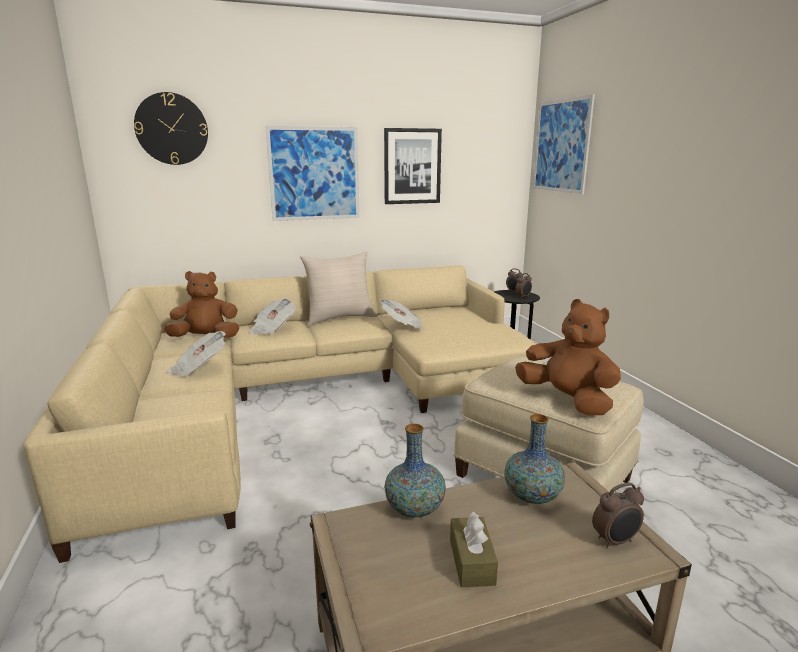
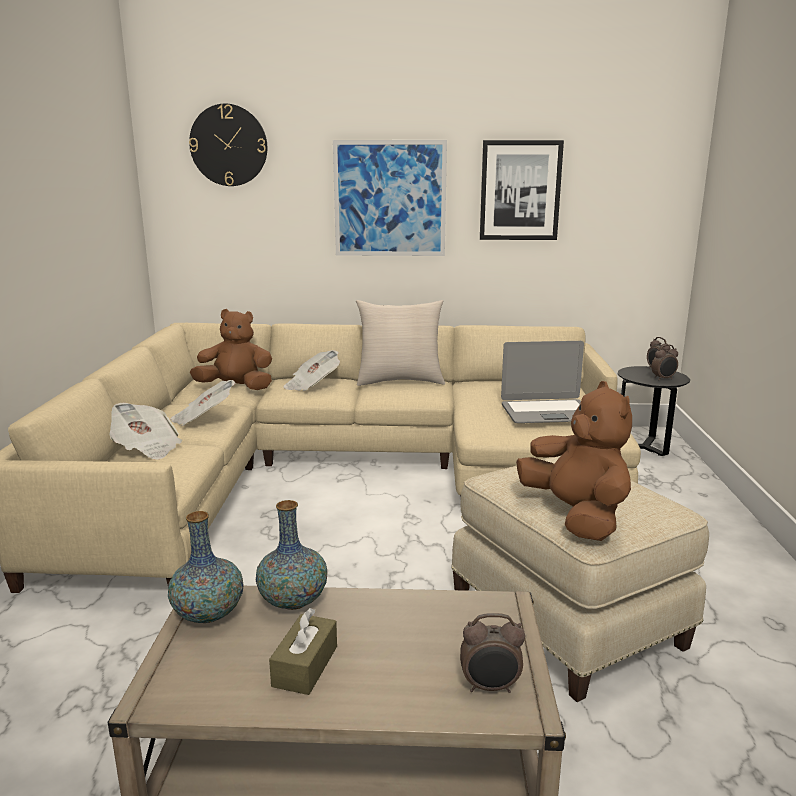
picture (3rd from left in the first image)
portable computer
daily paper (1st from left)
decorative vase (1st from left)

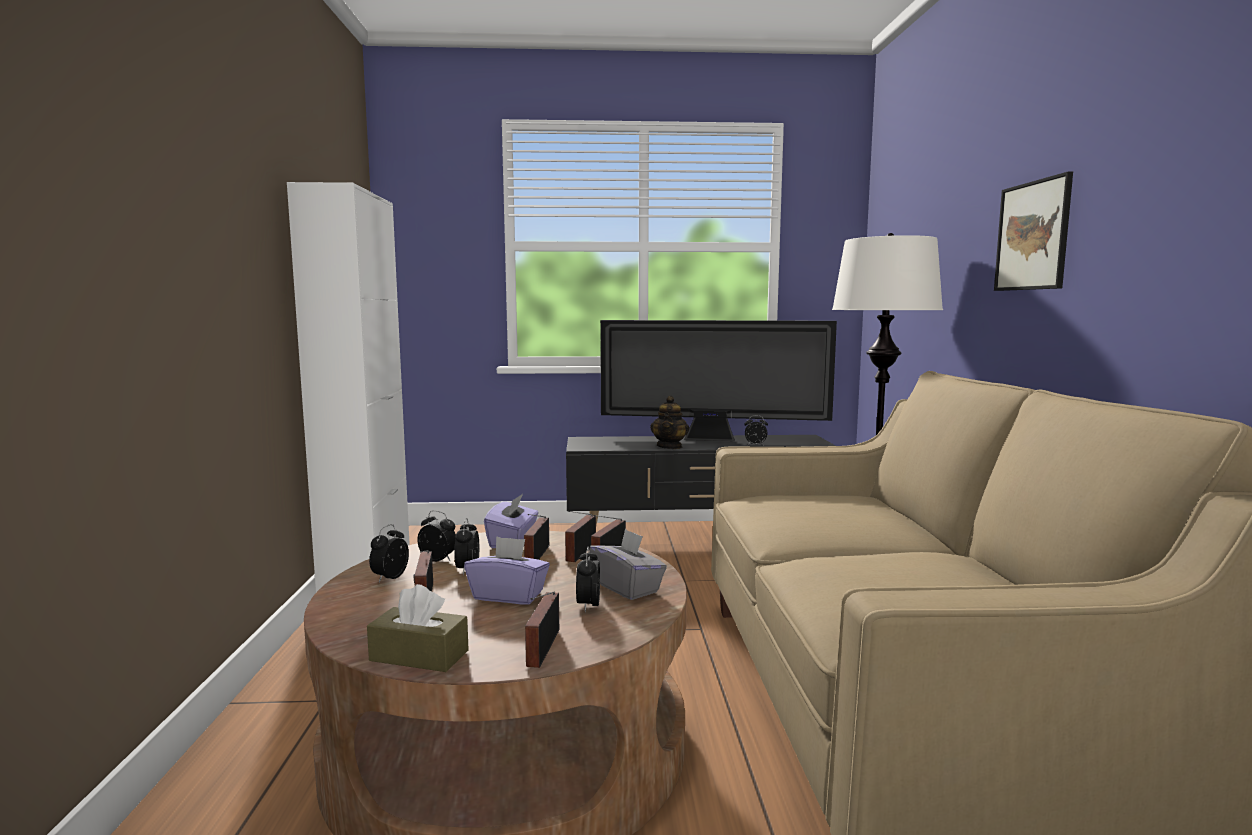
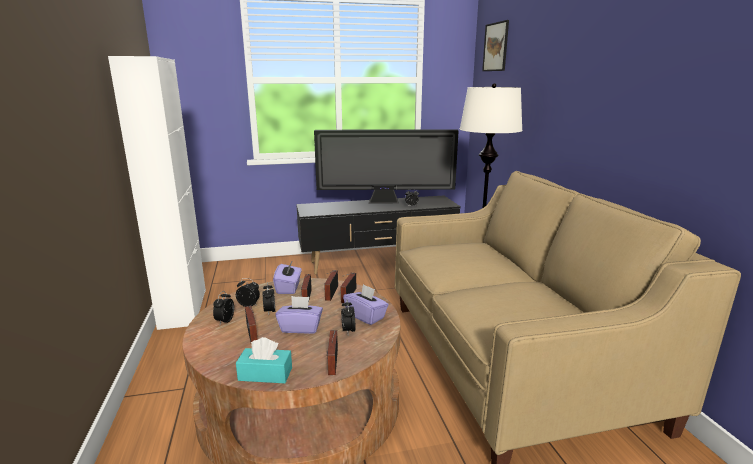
pot for tea
picture
turquoise tissue box
purplish tissue box (3rd from left)

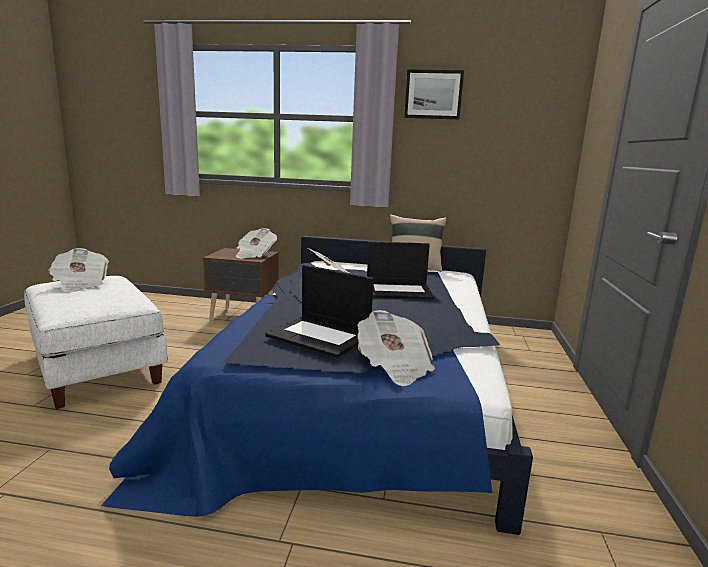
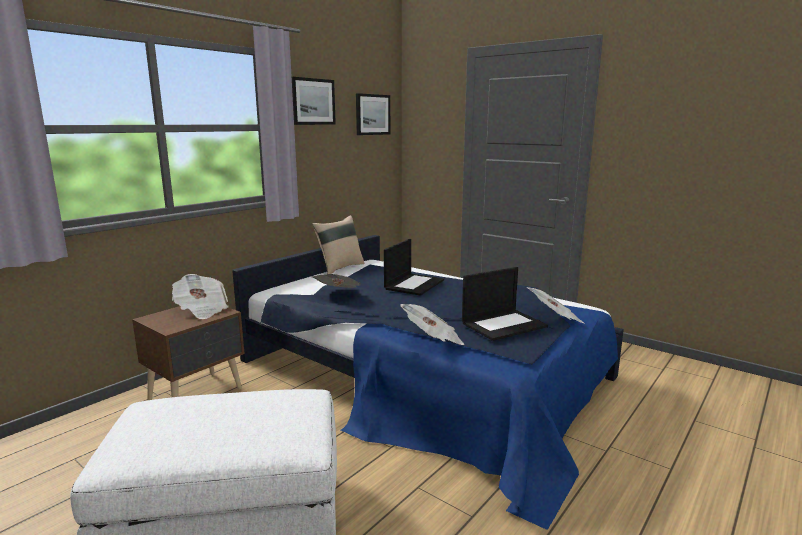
picture (2nd from left)
daily paper (3rd from left)

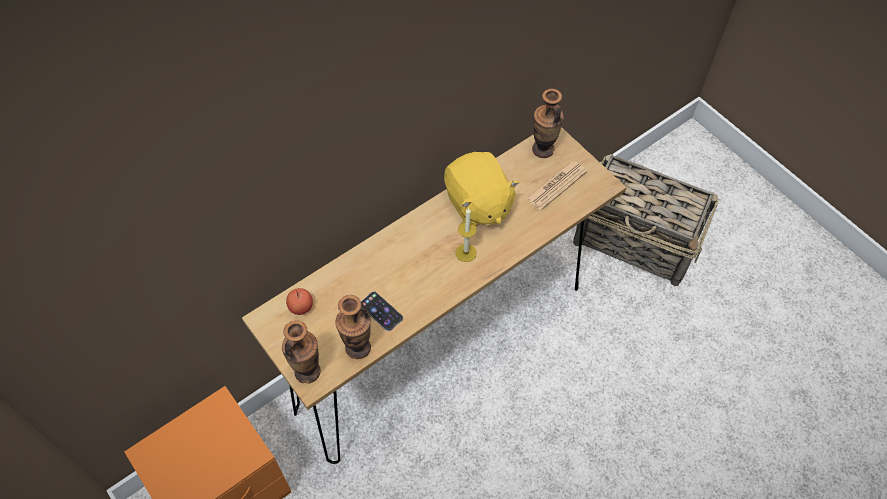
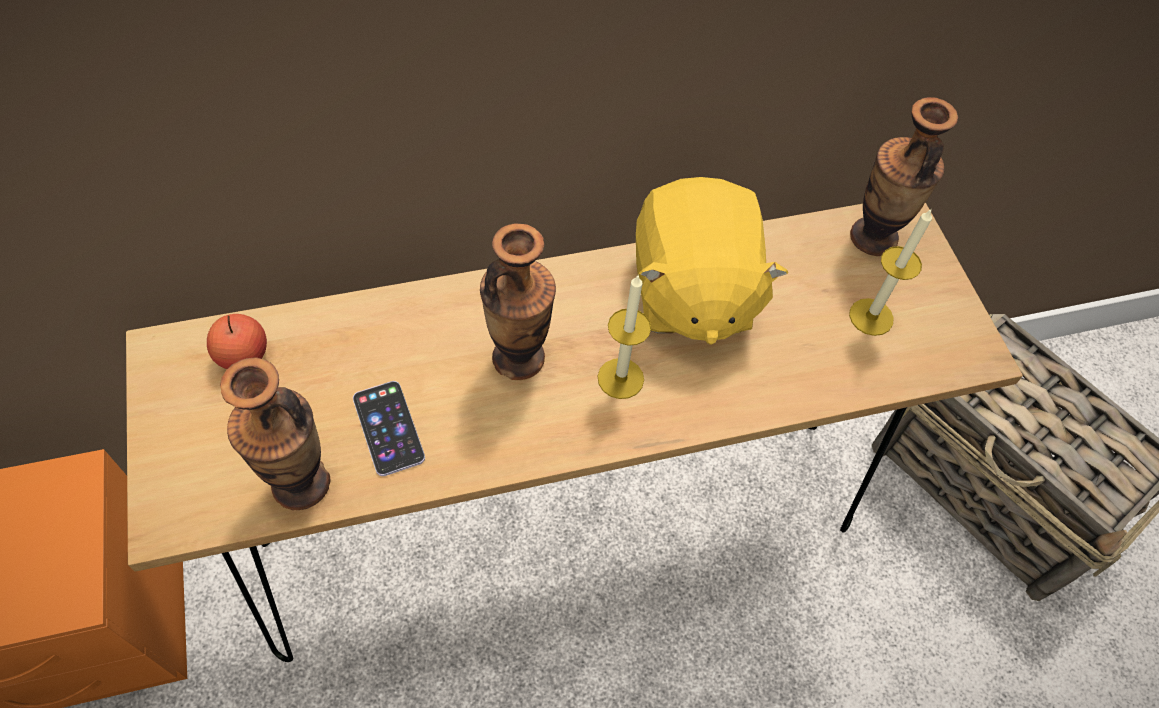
decorative vase (2nd from left)
wax candle (2nd from left)

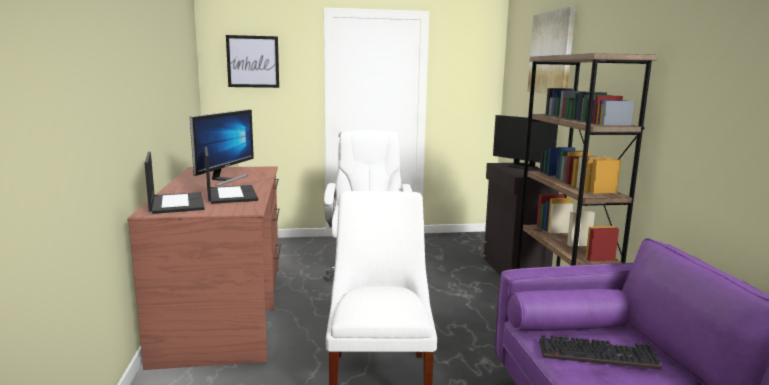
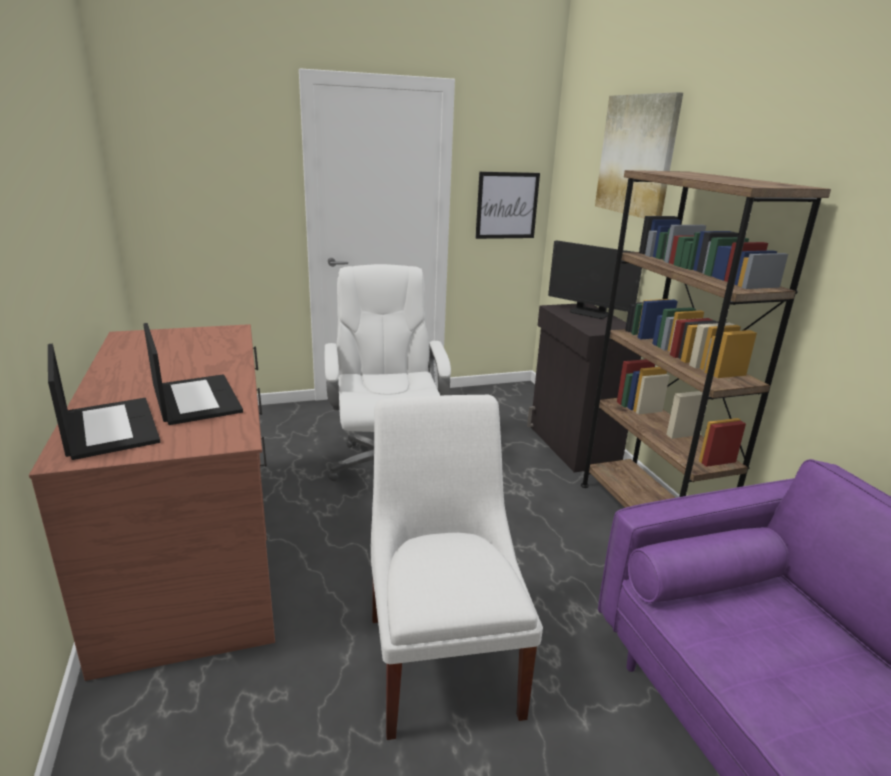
computer display (1st from left in the first image)
computer keyboard
picture (1st from left)

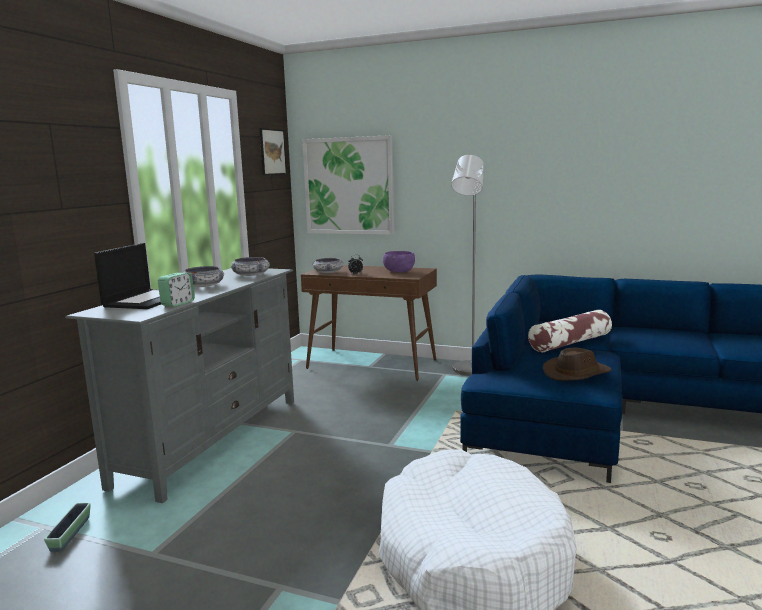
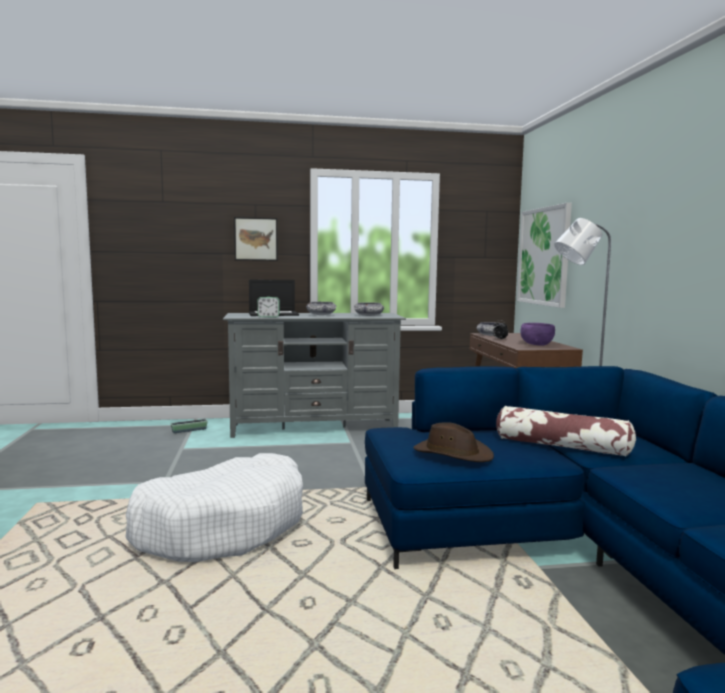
picture (1st from left)

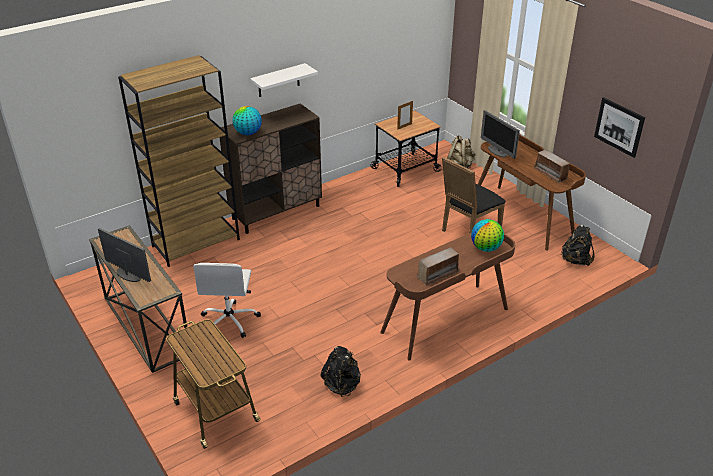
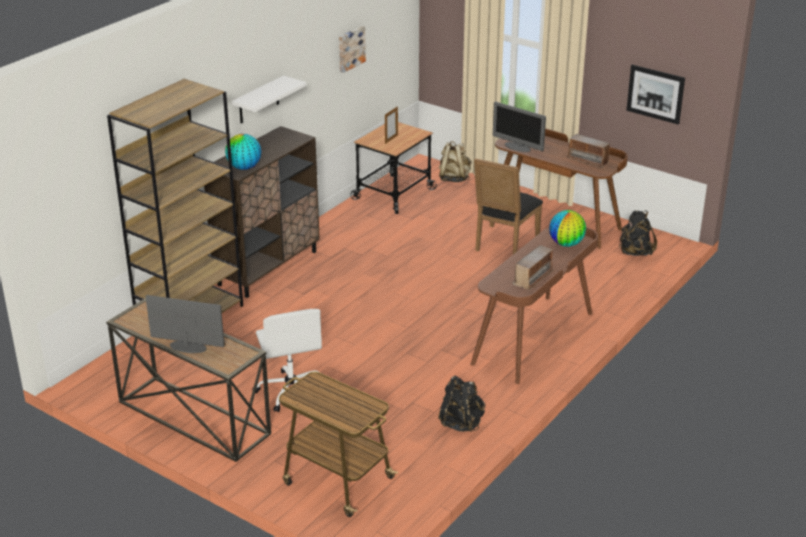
picture (1st from left)

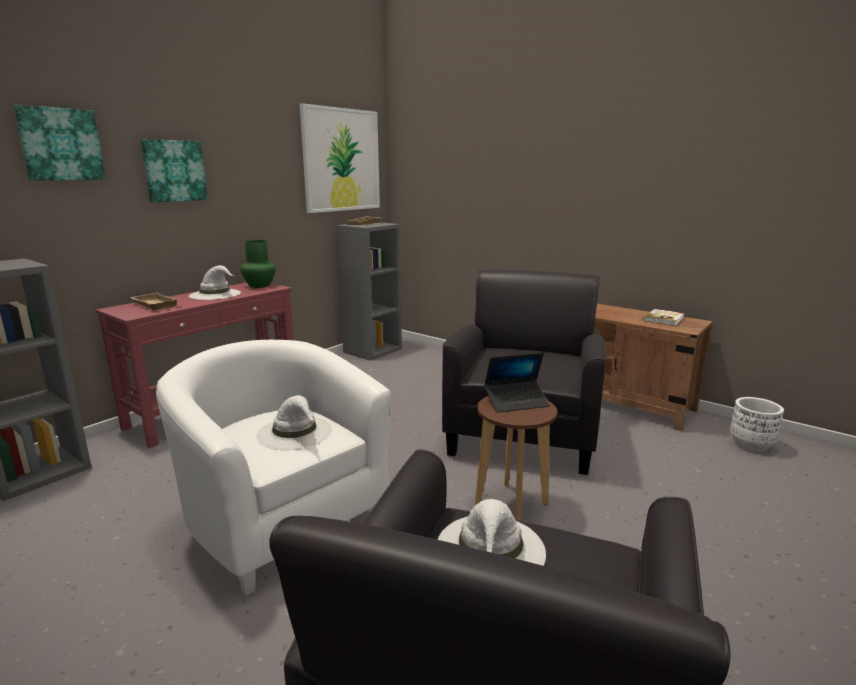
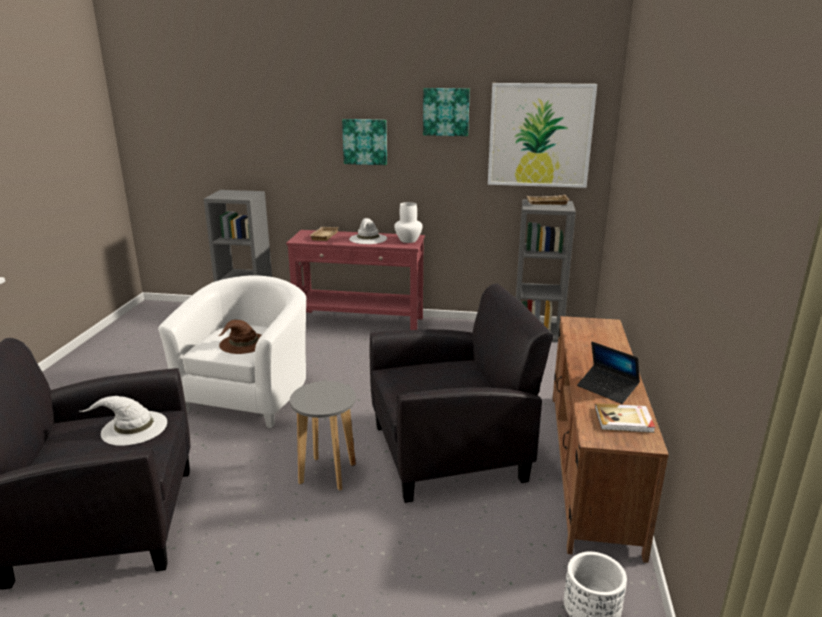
picture (2nd from left)
portable computer
white-coloured decorative vase
brown hat
grey stool seat

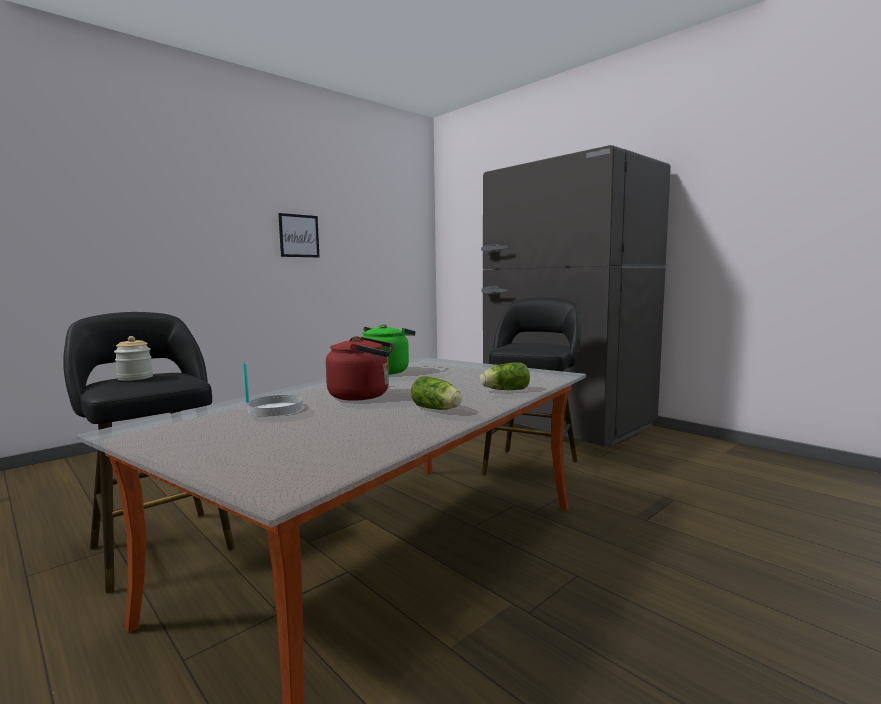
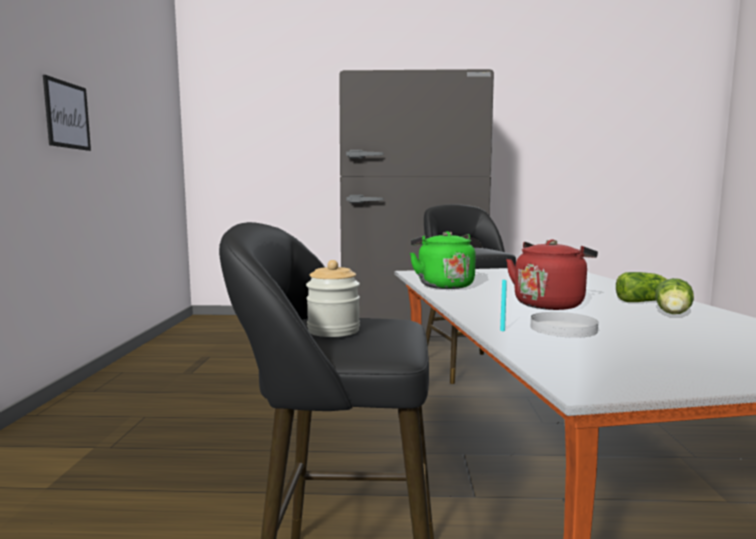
lettuce (2nd from left)

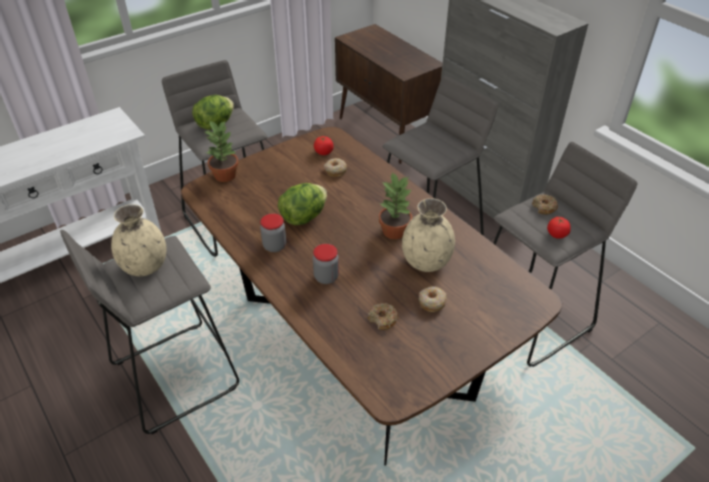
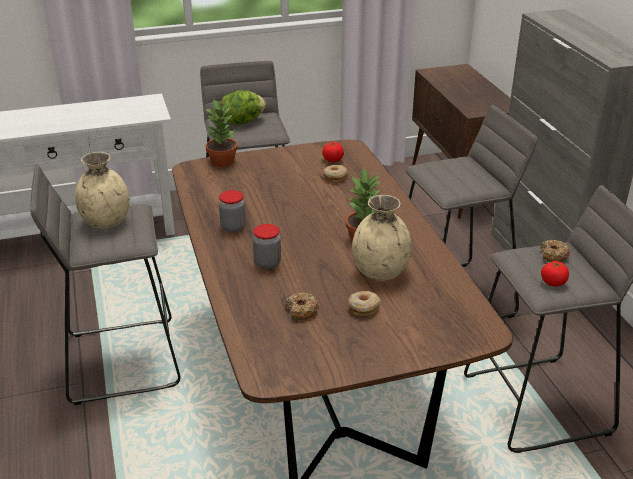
lettuce (2nd from left in the first image)

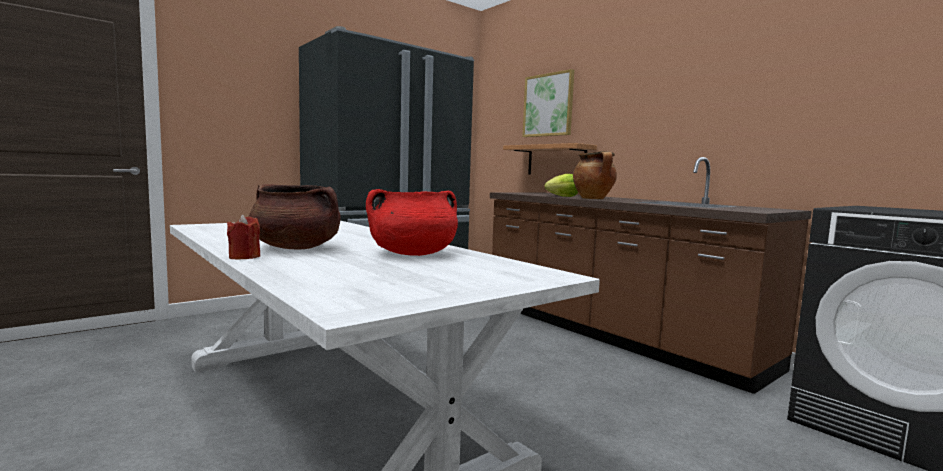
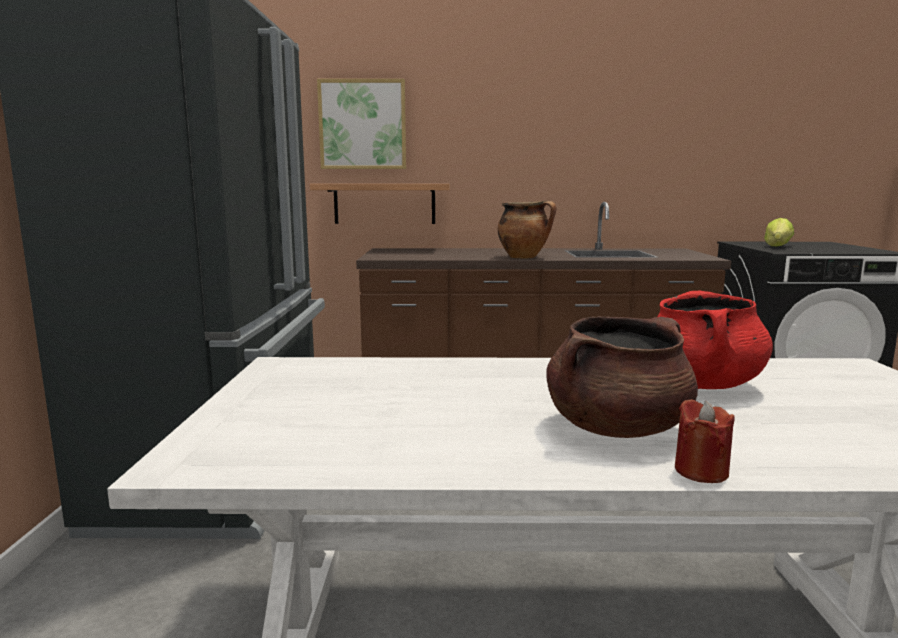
lettuce

